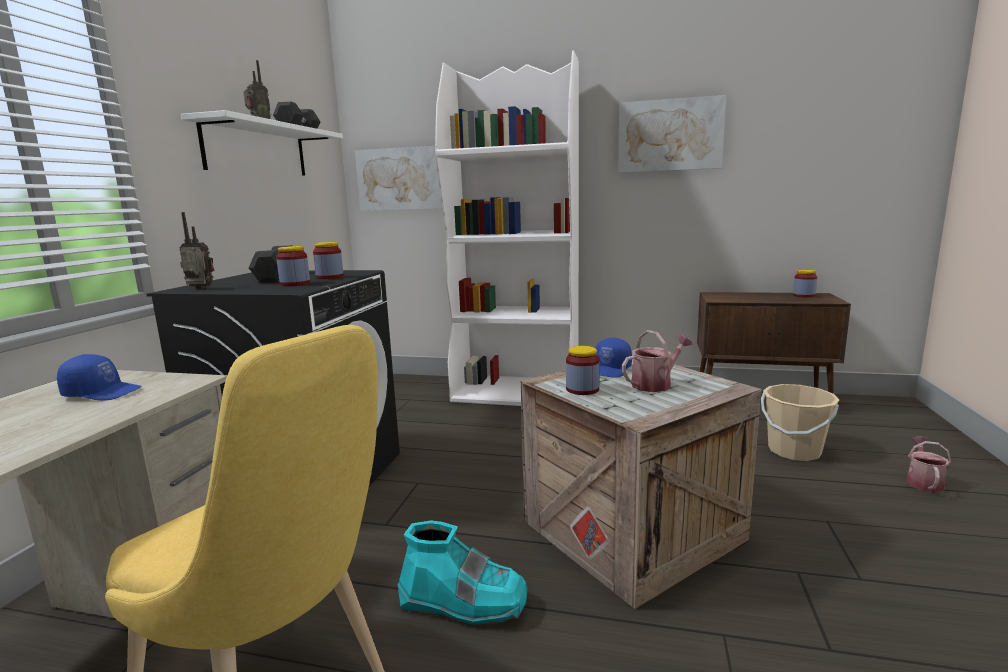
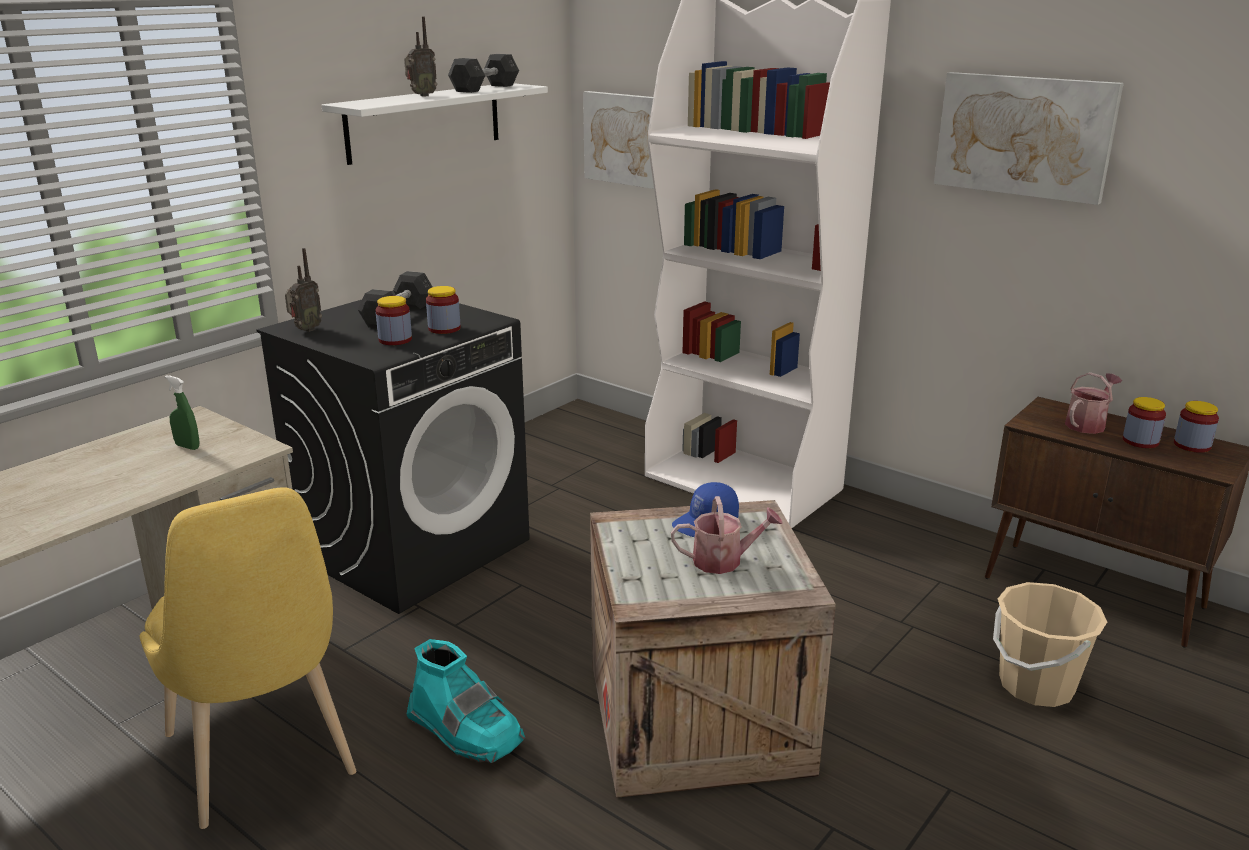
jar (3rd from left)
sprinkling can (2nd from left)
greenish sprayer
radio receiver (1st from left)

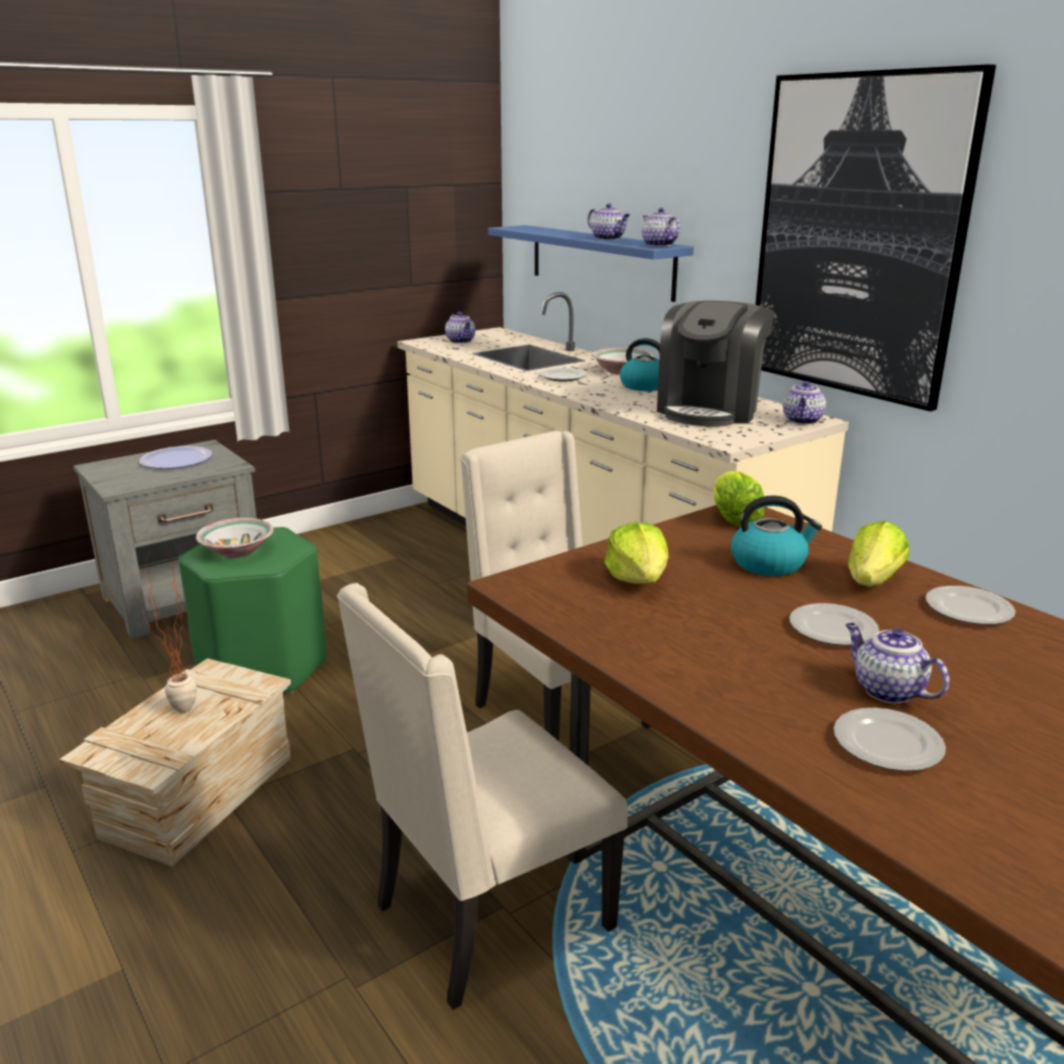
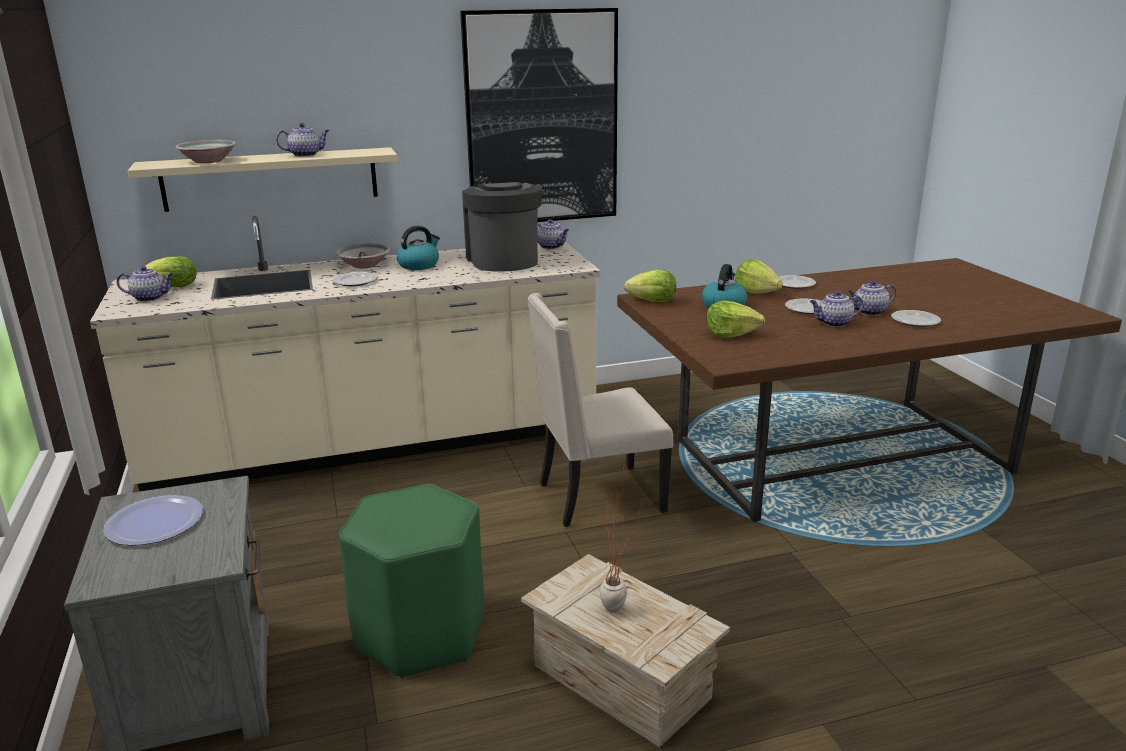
sand-coloured plain chair (1st from left in the first image)
lettuce (1st from left)
deep dish (1st from left)
pot for tea (4th from left)
sand-coloured bracket shelf
coffee maker

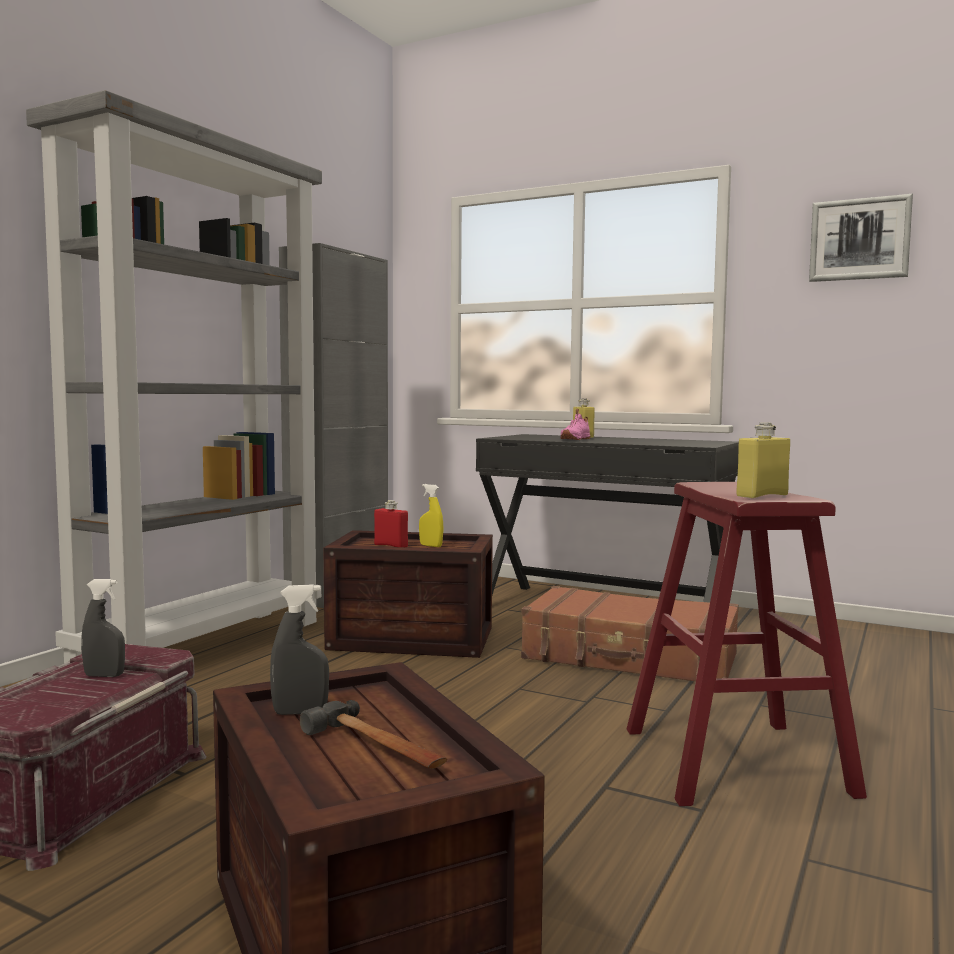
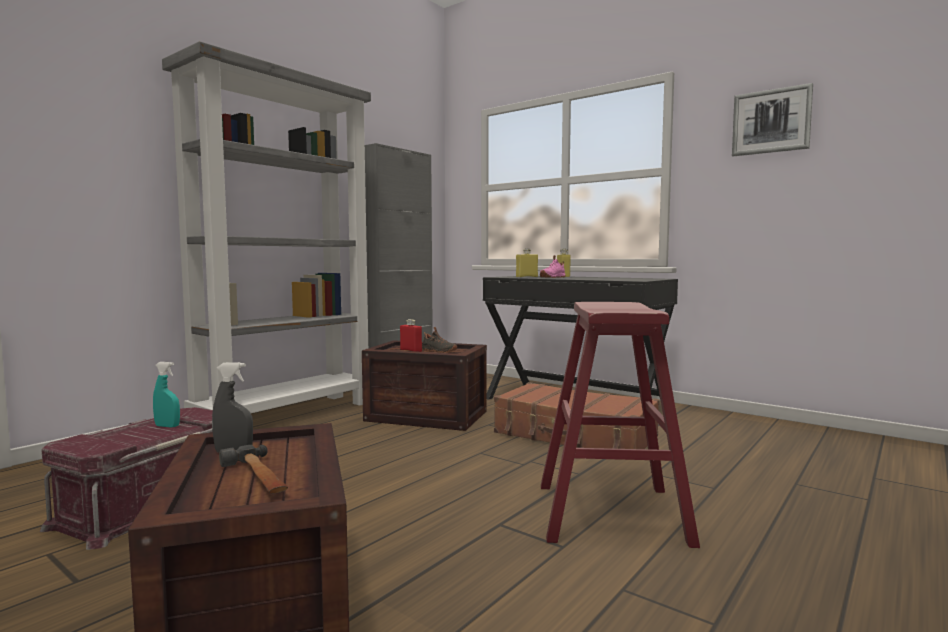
yellowish bottle (1st from left)
black-coloured low shoe
turquoise sprayer

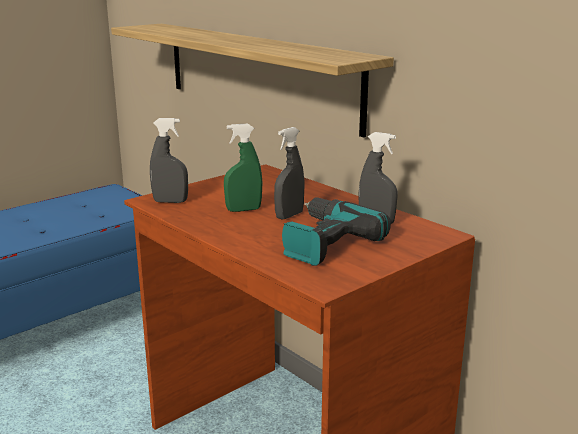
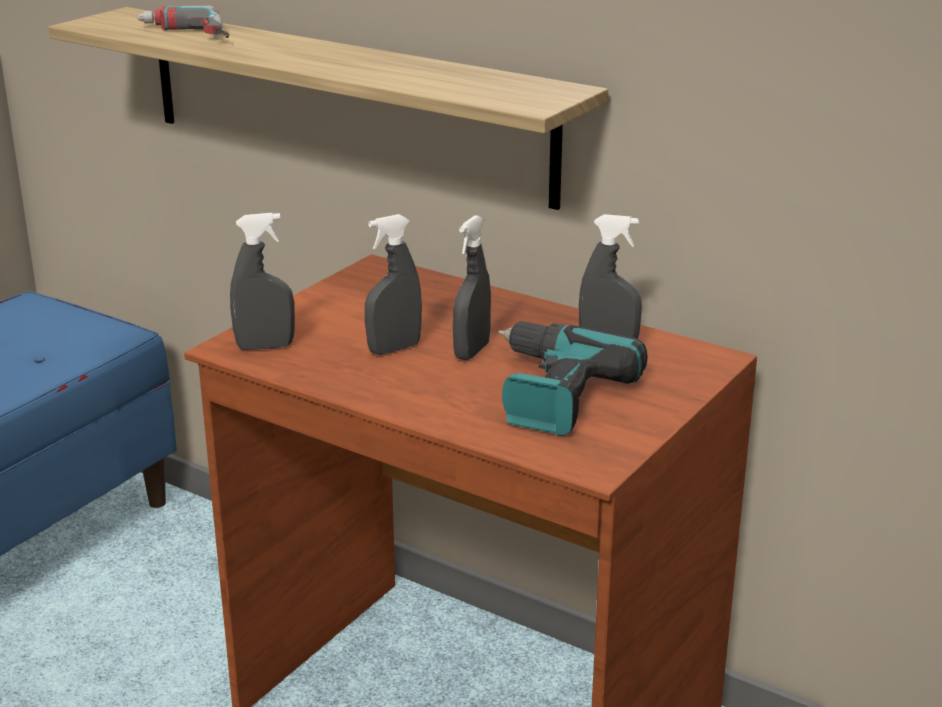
power drill (1st from left)
grey sprayer (2nd from left)

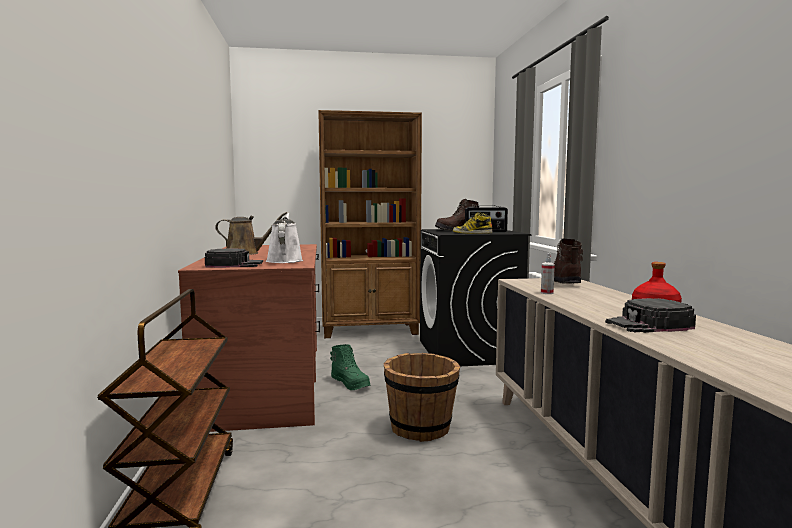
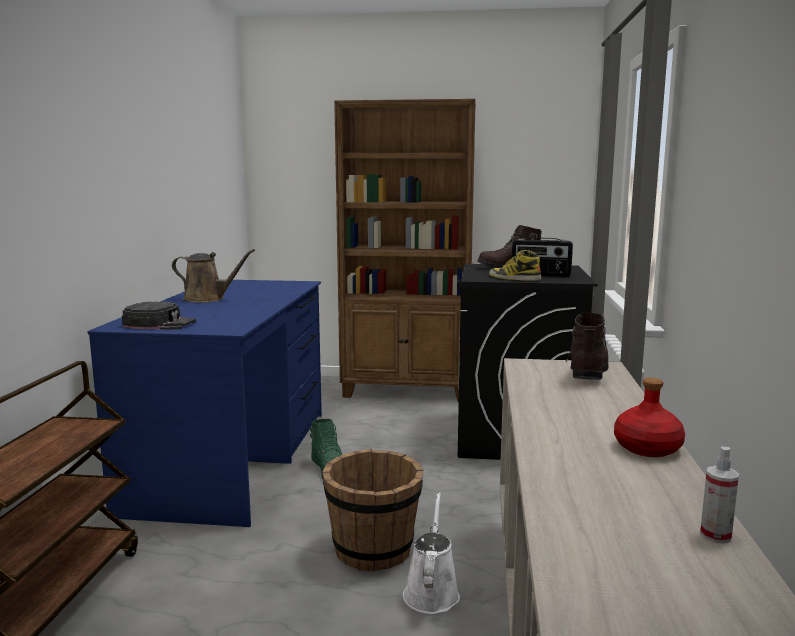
black-coloured peaked cap (2nd from left in the first image)
white-coloured sprinkling can
sprayer
blue desk unit

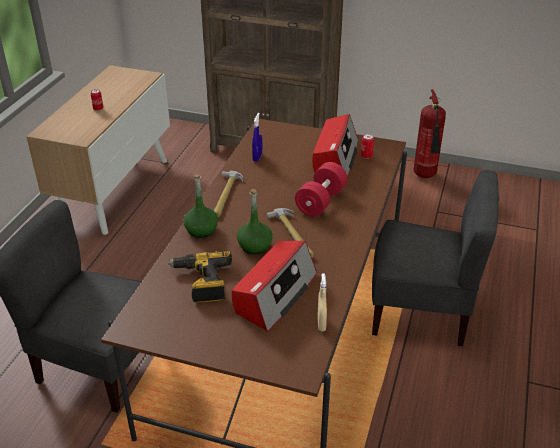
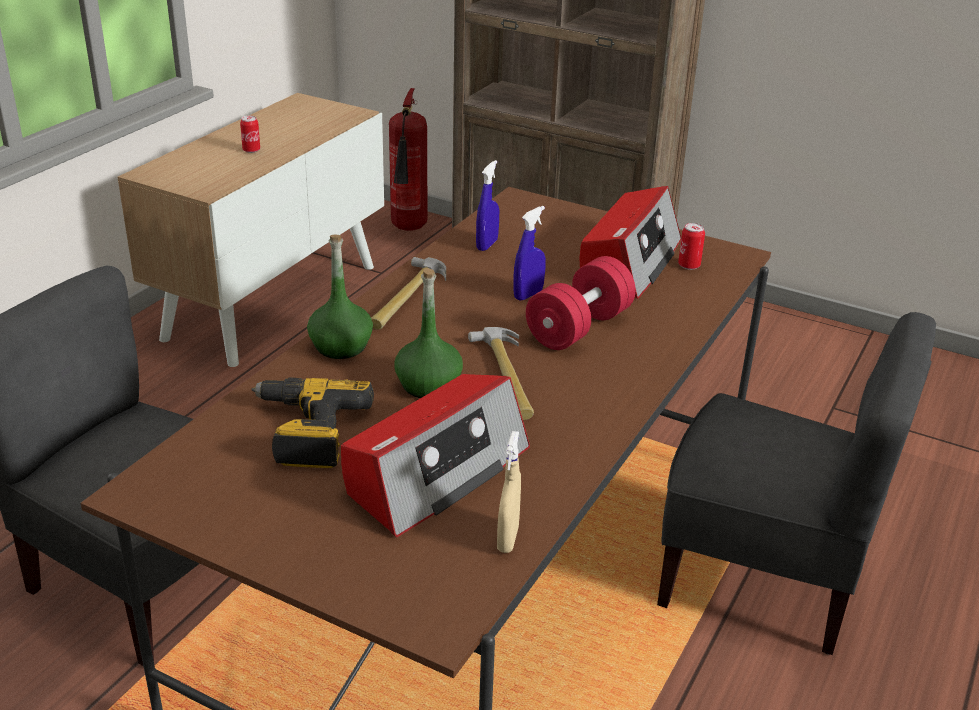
blue sprayer (2nd from left)
extinguisher

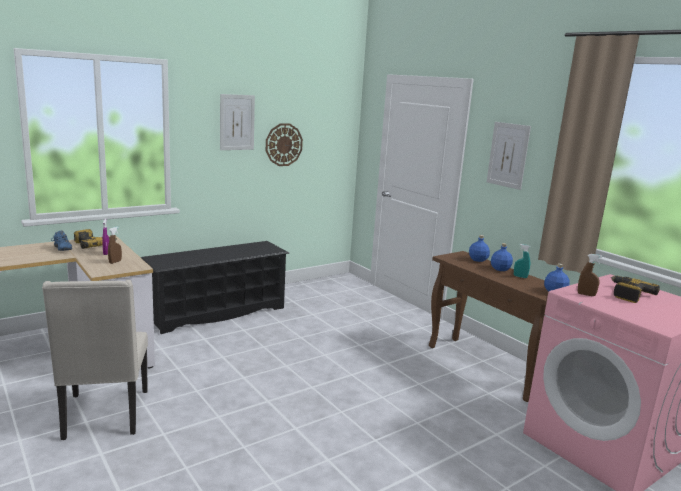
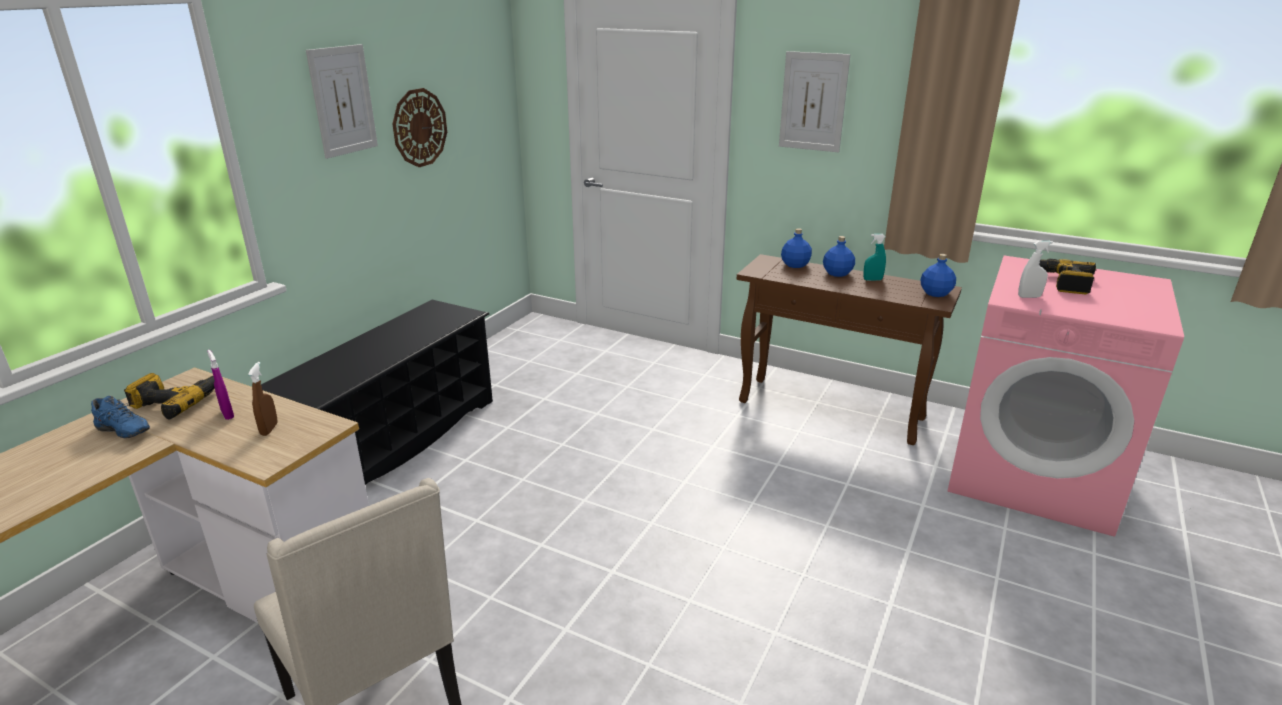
white-coloured sprayer

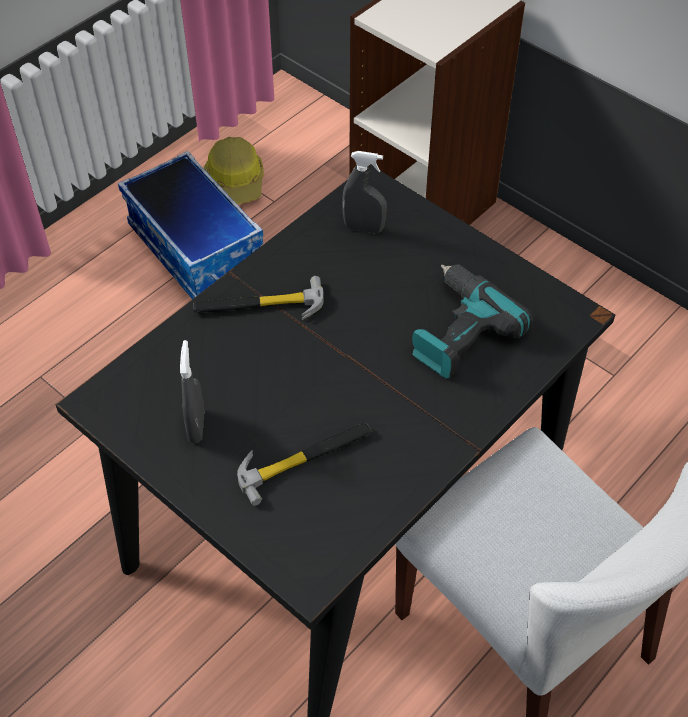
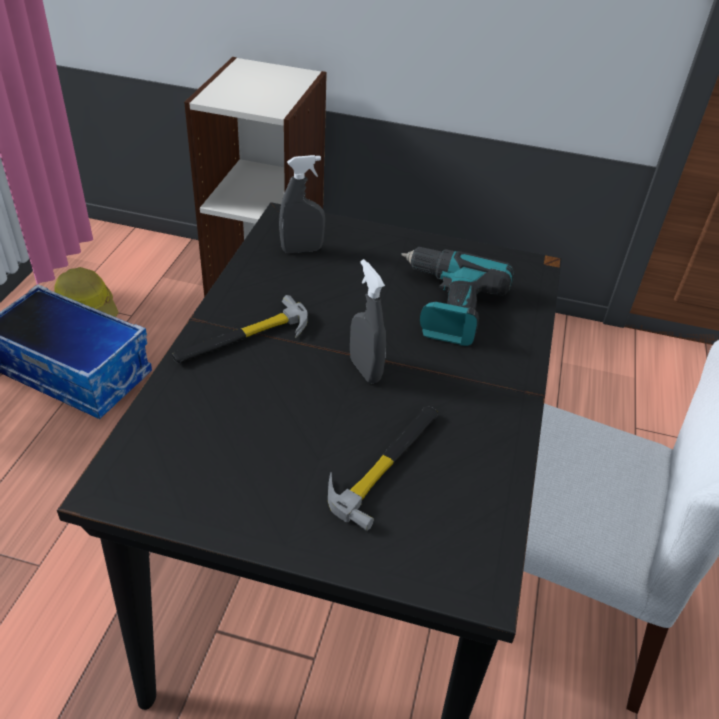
grey sprayer (2nd from left)

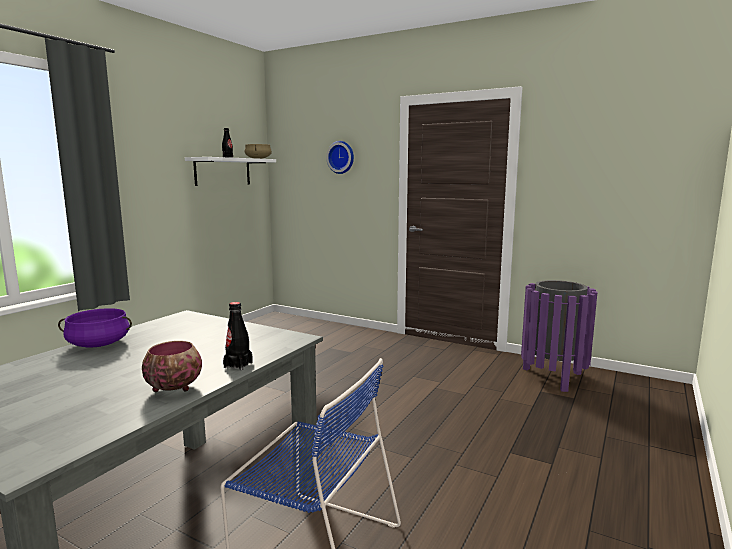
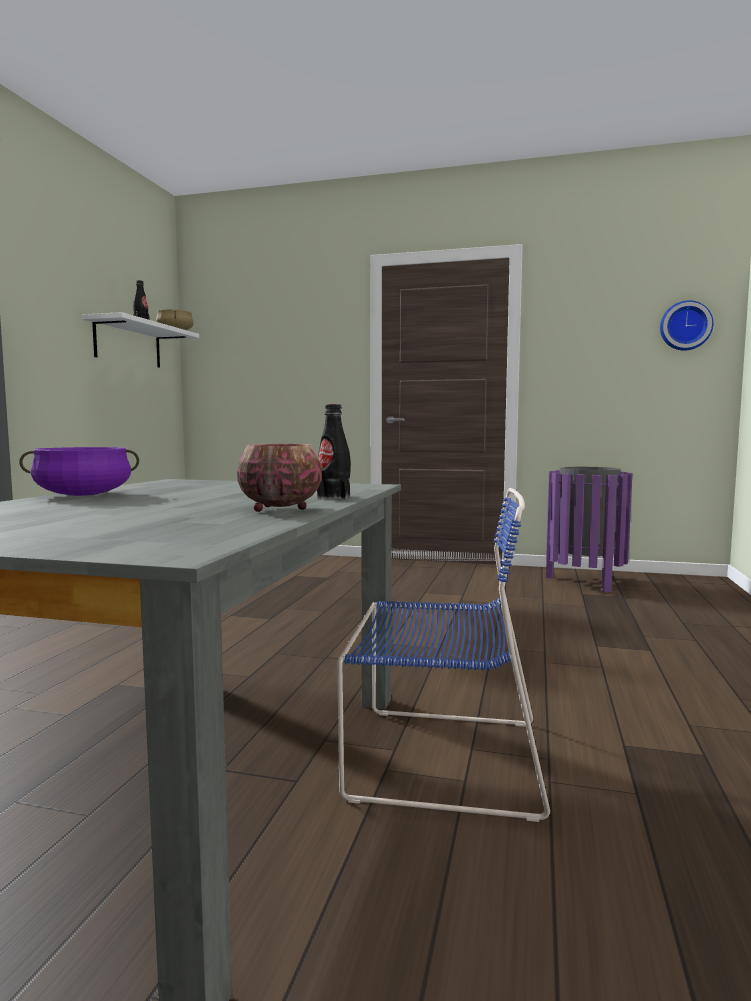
hanging clock

